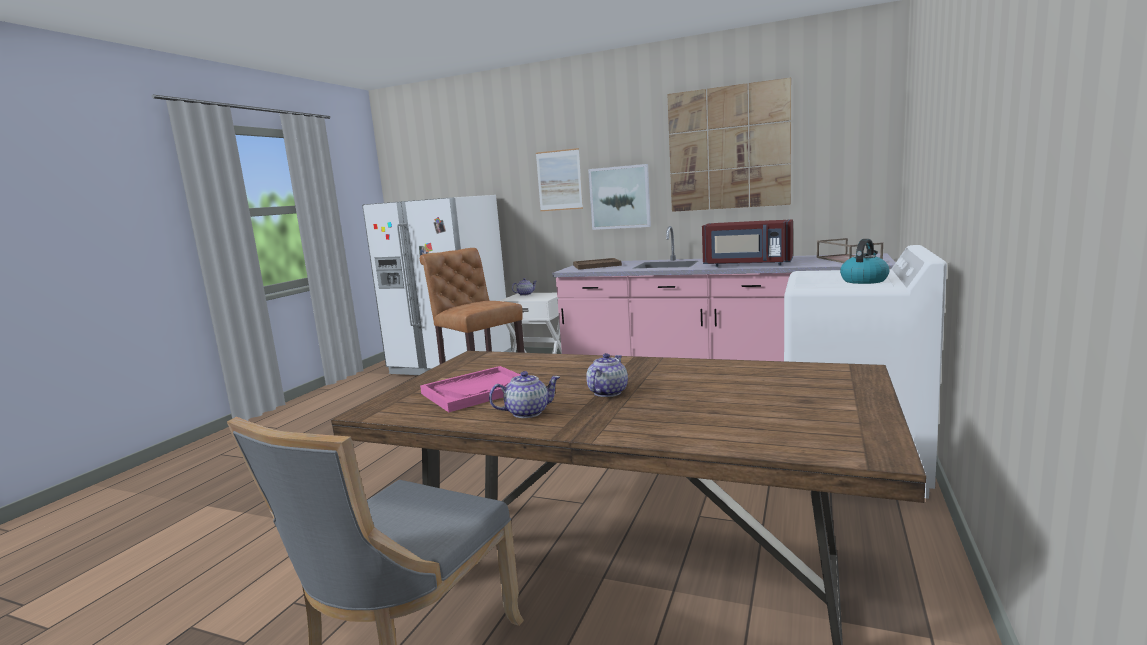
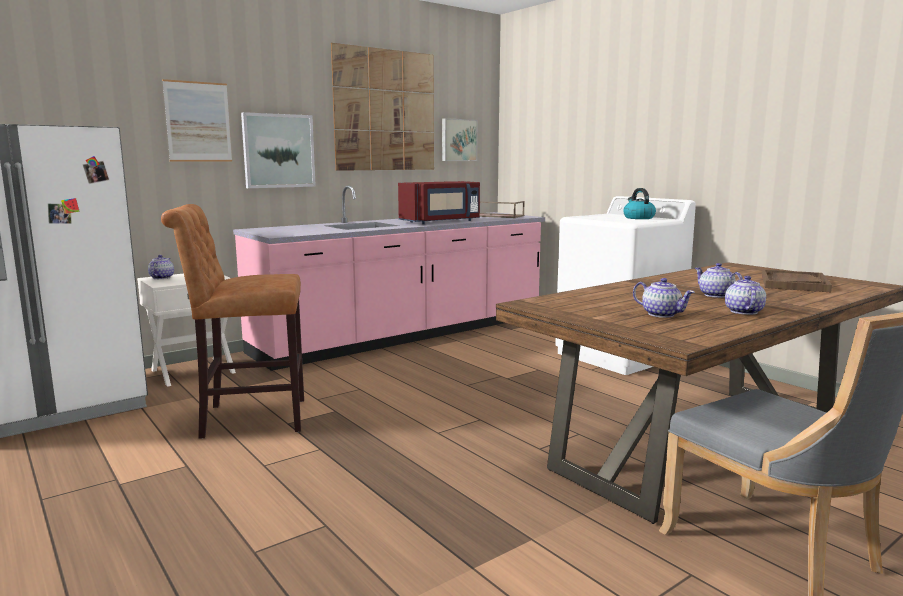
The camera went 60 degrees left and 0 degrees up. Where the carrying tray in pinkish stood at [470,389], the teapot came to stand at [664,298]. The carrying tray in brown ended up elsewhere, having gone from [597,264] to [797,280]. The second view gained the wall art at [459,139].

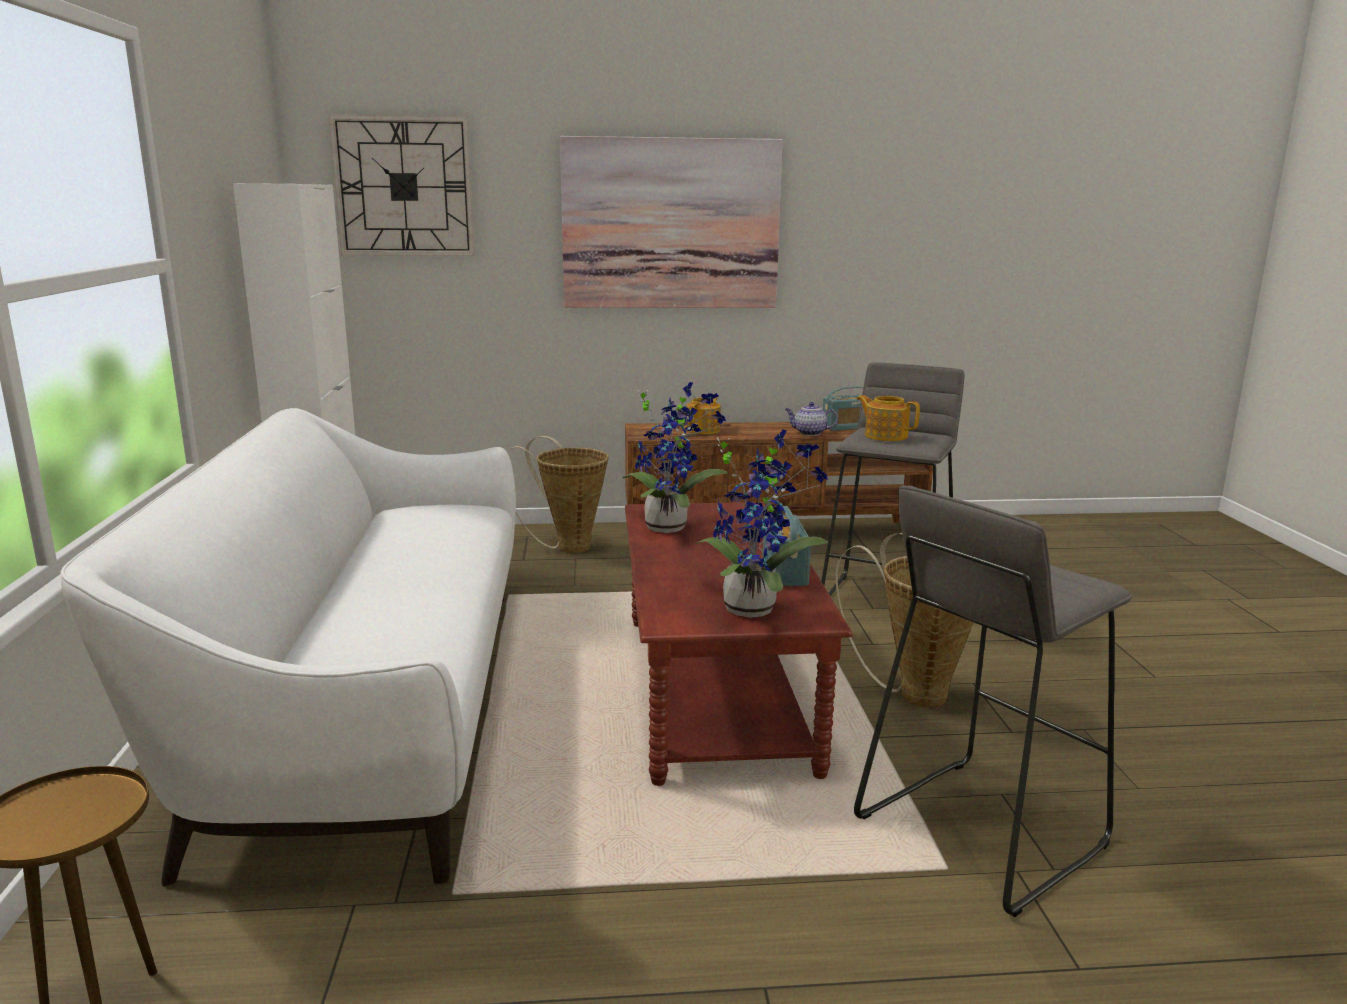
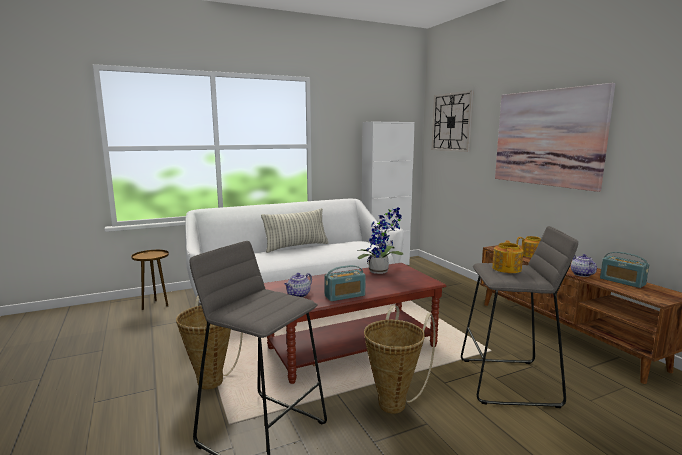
The camera went 70 degrees right and 5 degrees down. The household basket ended up elsewhere, having gone from [558,494] to [209,343]. Where the plant in a pot stood at [761,523], the teapot came to stand at [298,285]. The second view gained the throw pillow at [295,230].

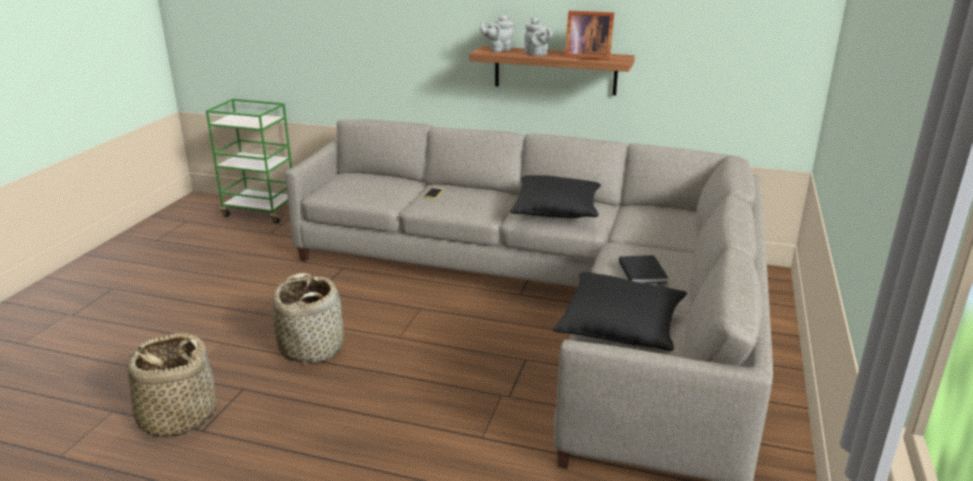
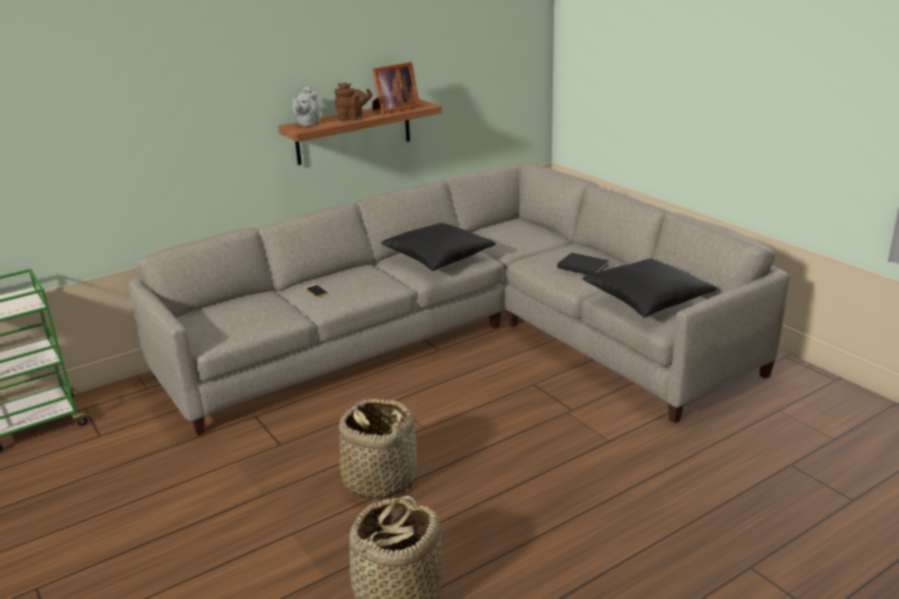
The camera went 50 degrees left and 0 degrees up. What was the teapot in greyish at [538,37] turned into the teapot in brown at [353,101].

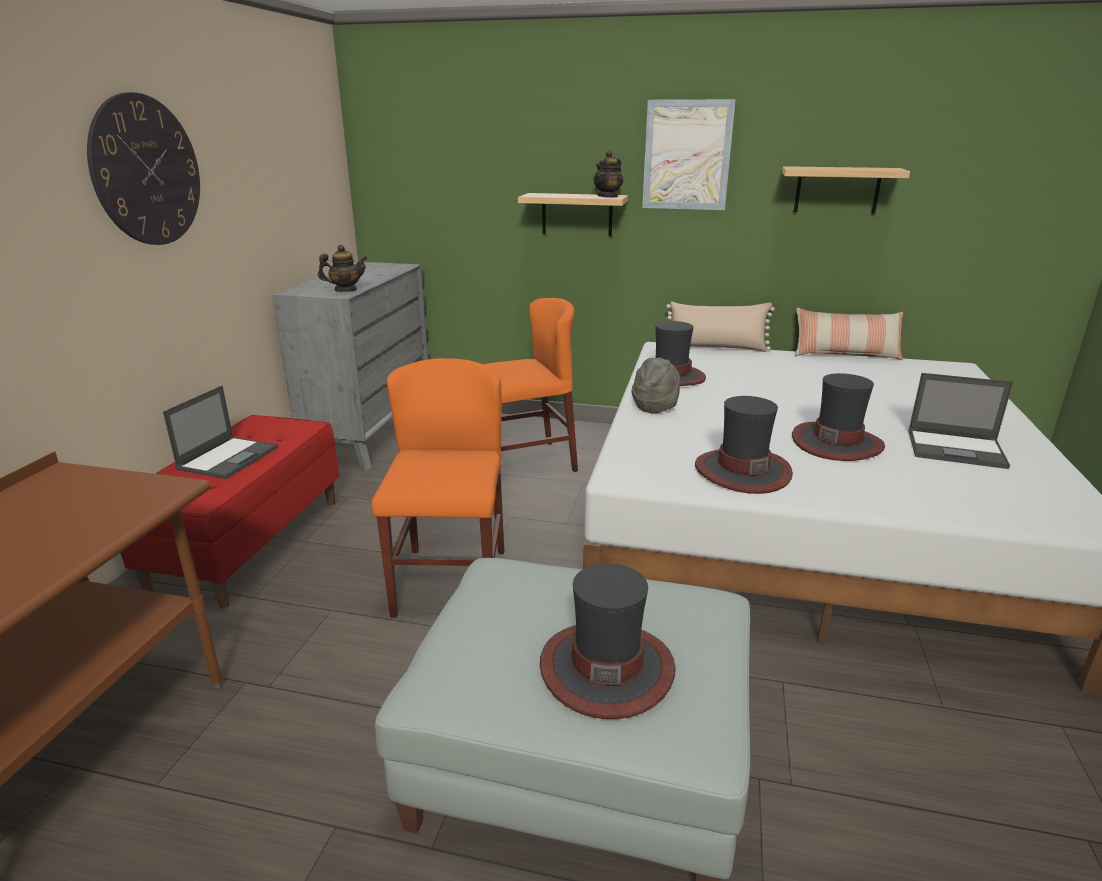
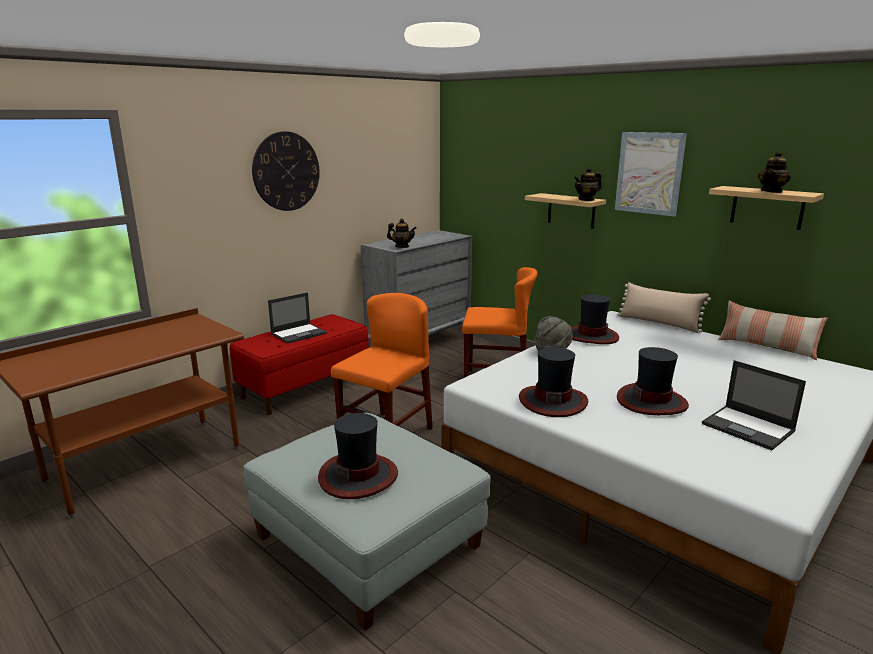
The camera went 30 degrees right and 5 degrees down. The second view gained the teapot at [774,172].

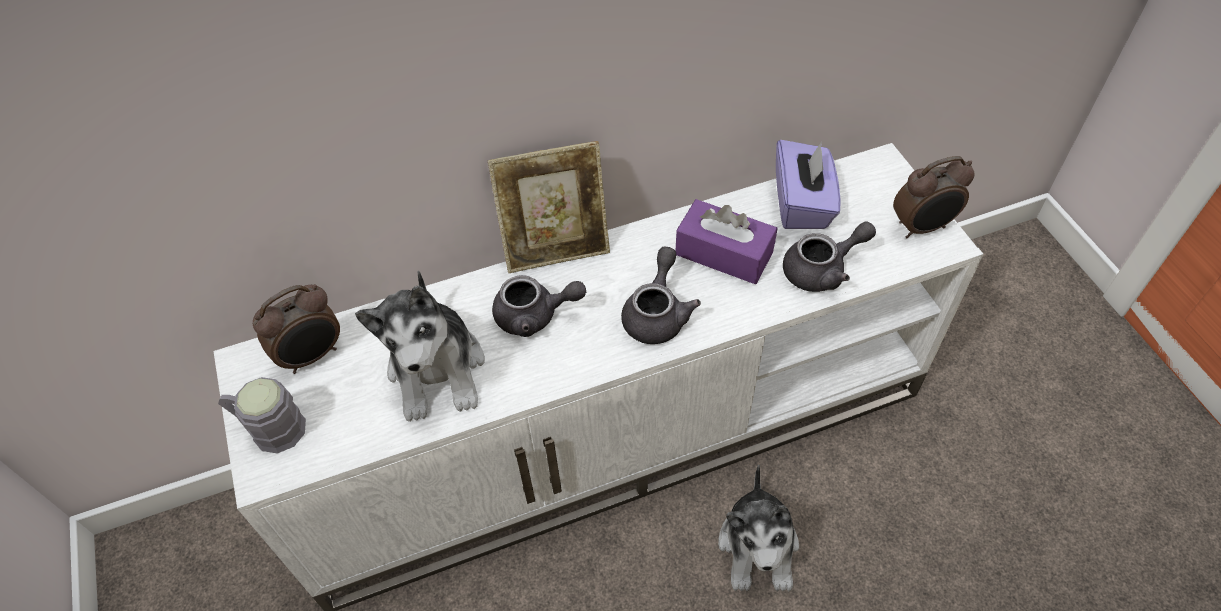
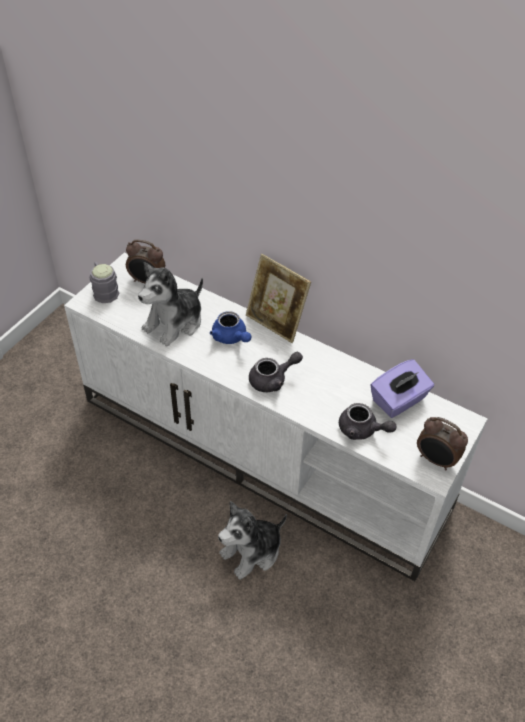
The camera went 50 degrees right and 5 degrees down. What was the teapot in greyish at [539,306] turned into the teapot in blue at [230,327]. The second view lost the tissue holder in purple at [727,241].

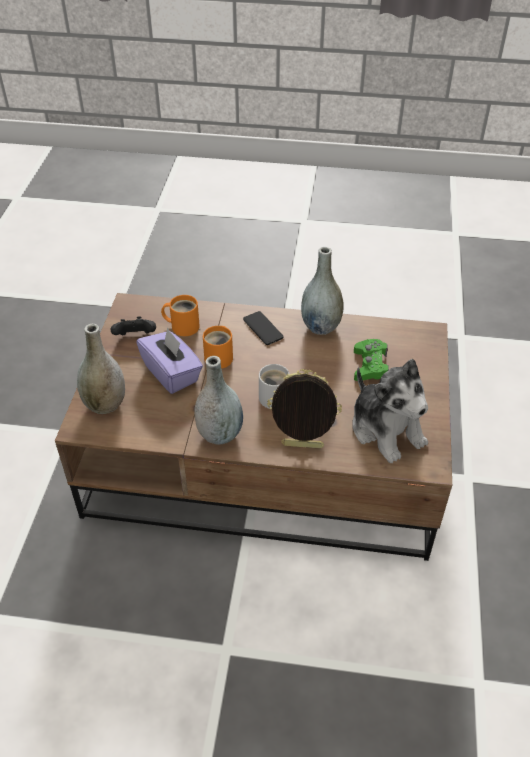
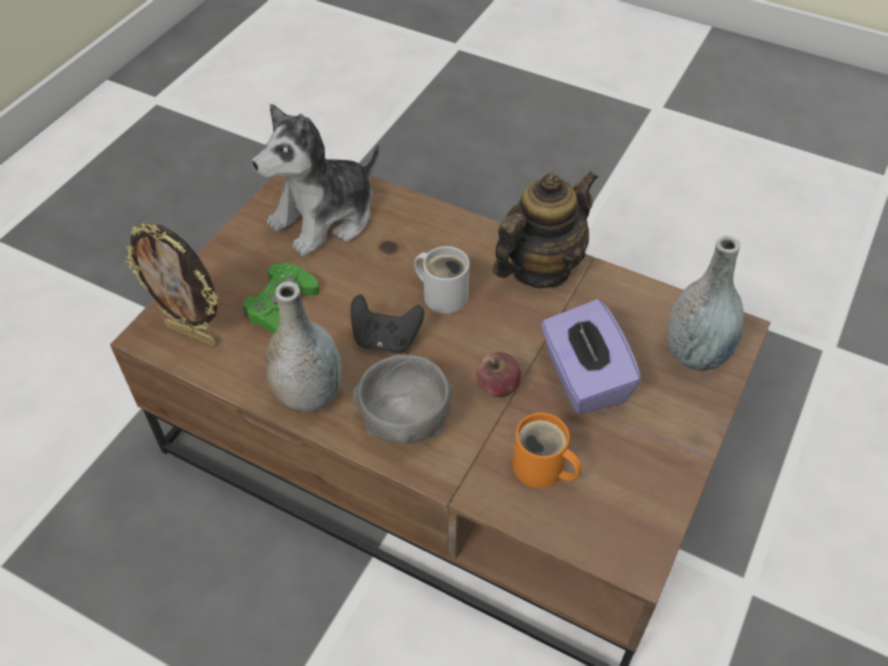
The camera went 160 degrees left and 5 degrees up. The game controller in black-coloured ended up elsewhere, having gone from [133,326] to [387,324]. Where the flower vase in greyish stood at [218,400], the teapot came to stand at [545,229]. Where the coffee mug in orange-coloured stood at [218,347], the apple fruit came to stand at [498,375]. Where the phone stood at [263,328], the serving bowl in greyish came to stand at [403,399]. The photo frame ended up elsewhere, having gone from [304,409] to [171,284]. The soft toy at [390,411] ended up facing another way, 120 degrees counterclockwise from before.

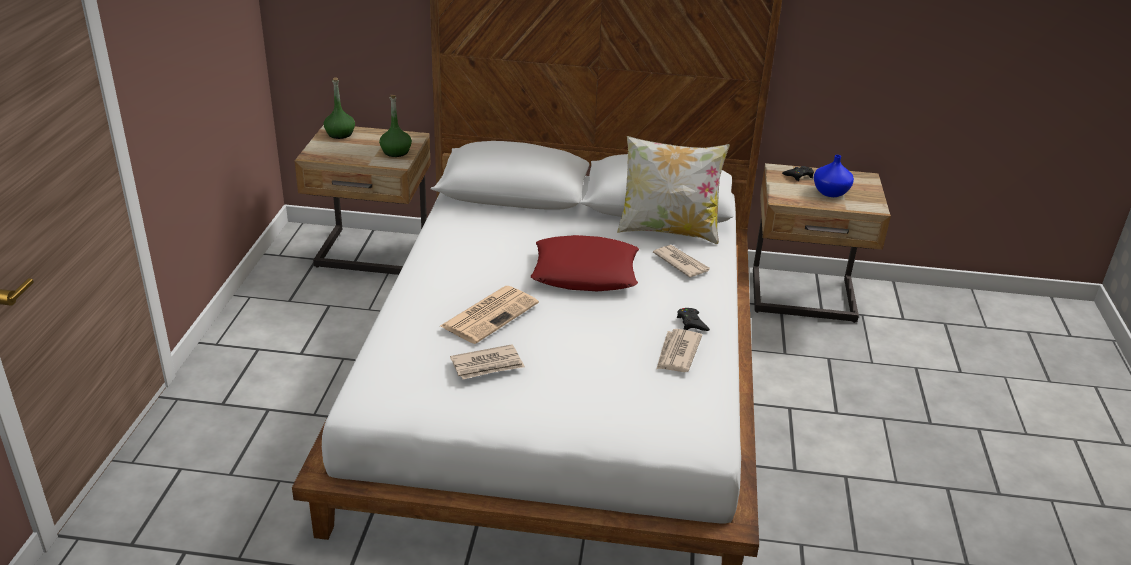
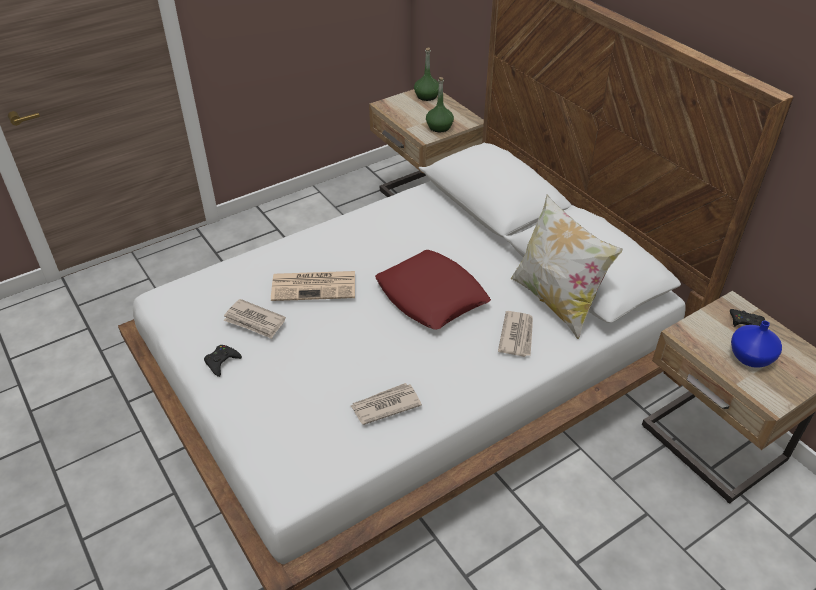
The camera went 50 degrees right and 10 degrees up. The game controller in black-coloured ended up elsewhere, having gone from [693,319] to [223,361].

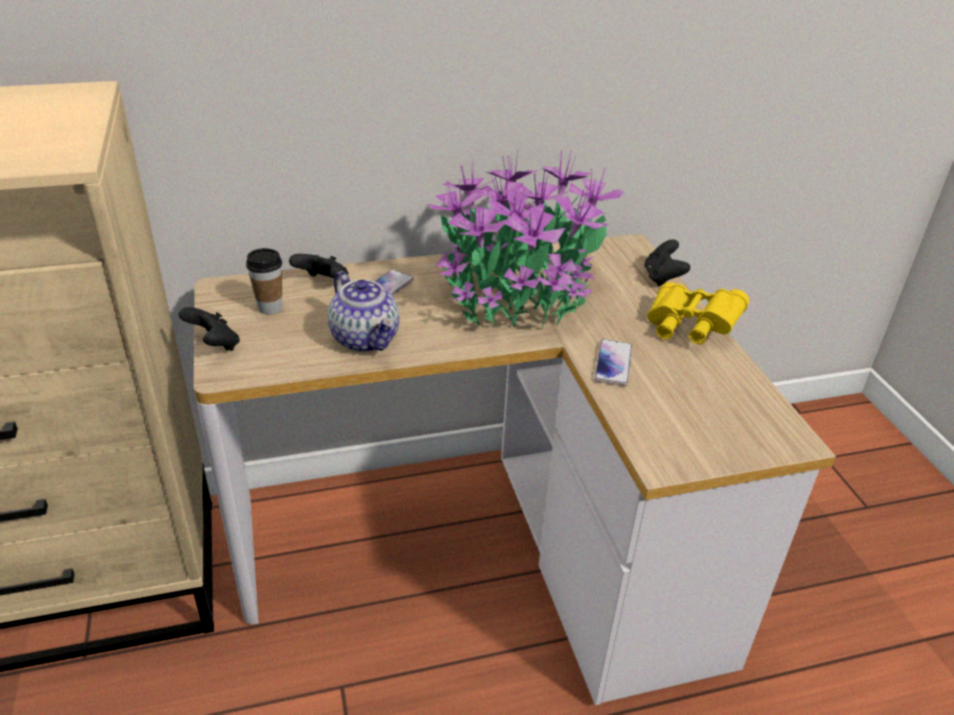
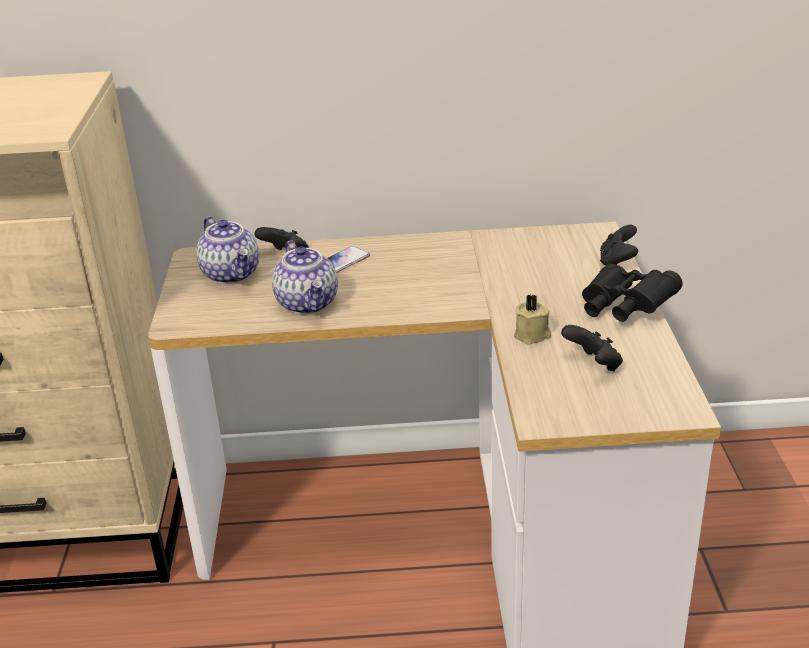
The camera went 15 degrees right and 5 degrees down. The game controller in black-coloured ended up elsewhere, having gone from [209,329] to [592,348]. Where the small cup stood at [264,281], the teapot came to stand at [227,250]. The second view lost the plant in a pot at [526,239]. Where the phone stood at [613,362], the wax candle in beige-coloured came to stand at [532,319]. What was the pair of binoculars in yellowish at [698,313] turned into the pair of binoculars in black-coloured at [632,293].

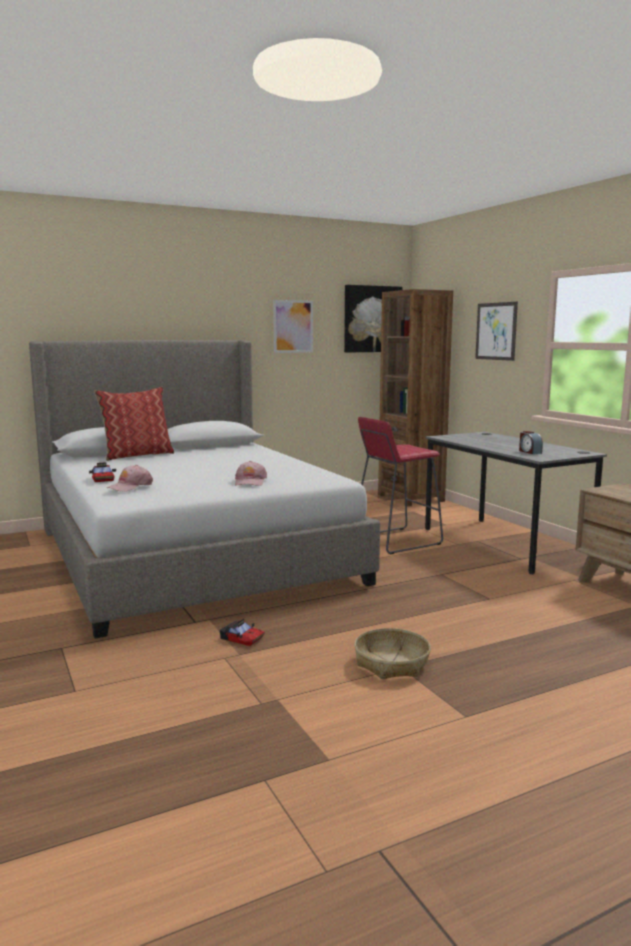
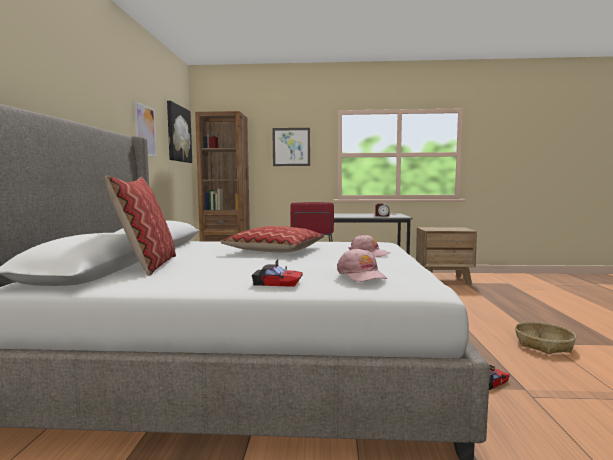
The camera went 60 degrees left and 5 degrees down. The second view gained the throw pillow at [272,239].

